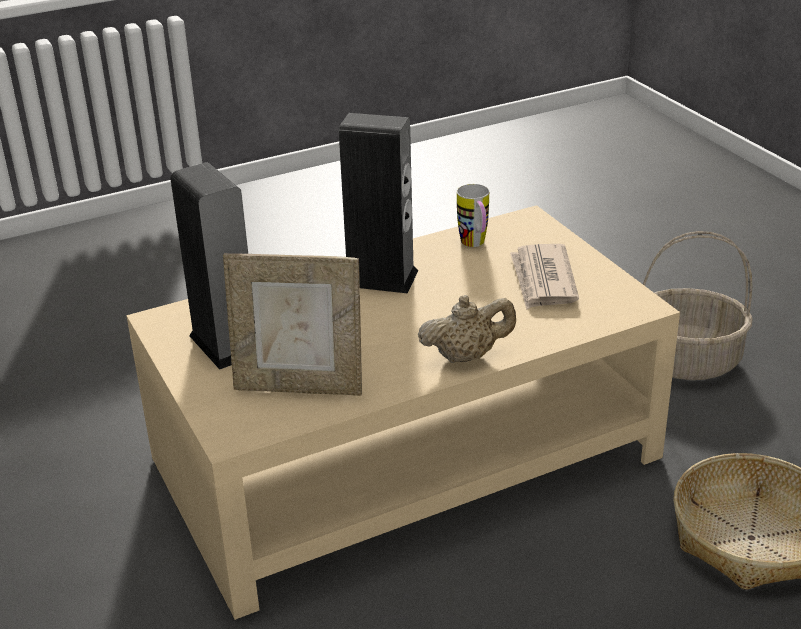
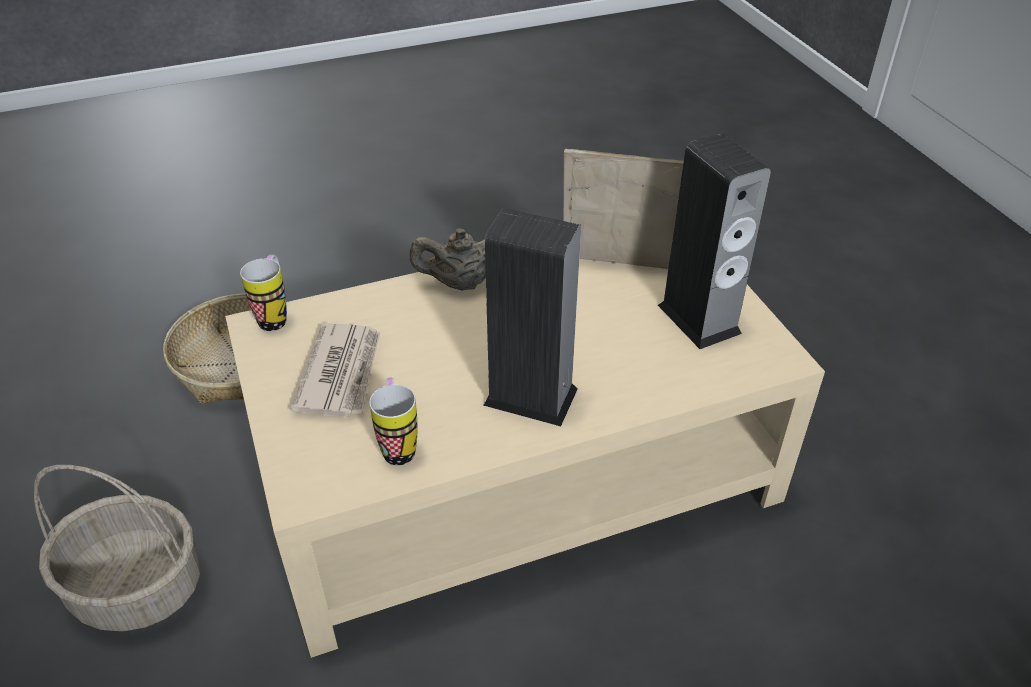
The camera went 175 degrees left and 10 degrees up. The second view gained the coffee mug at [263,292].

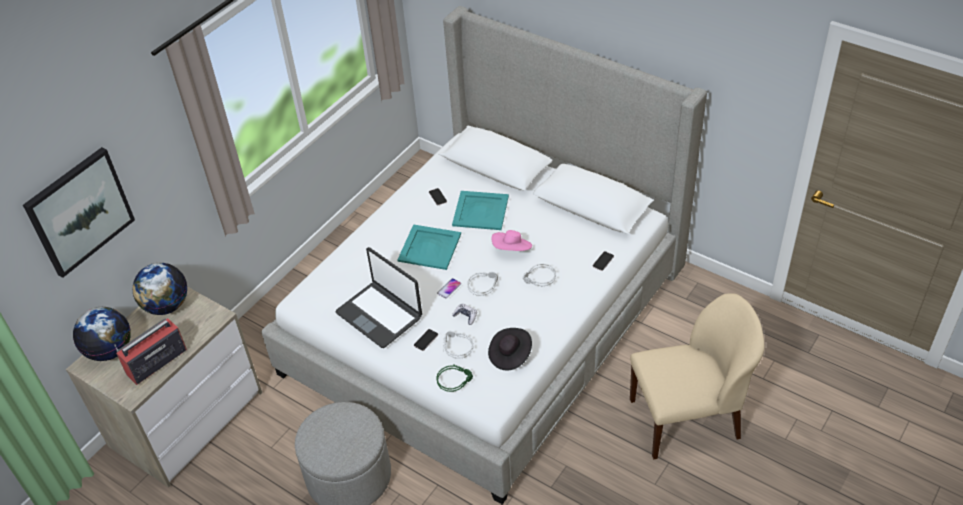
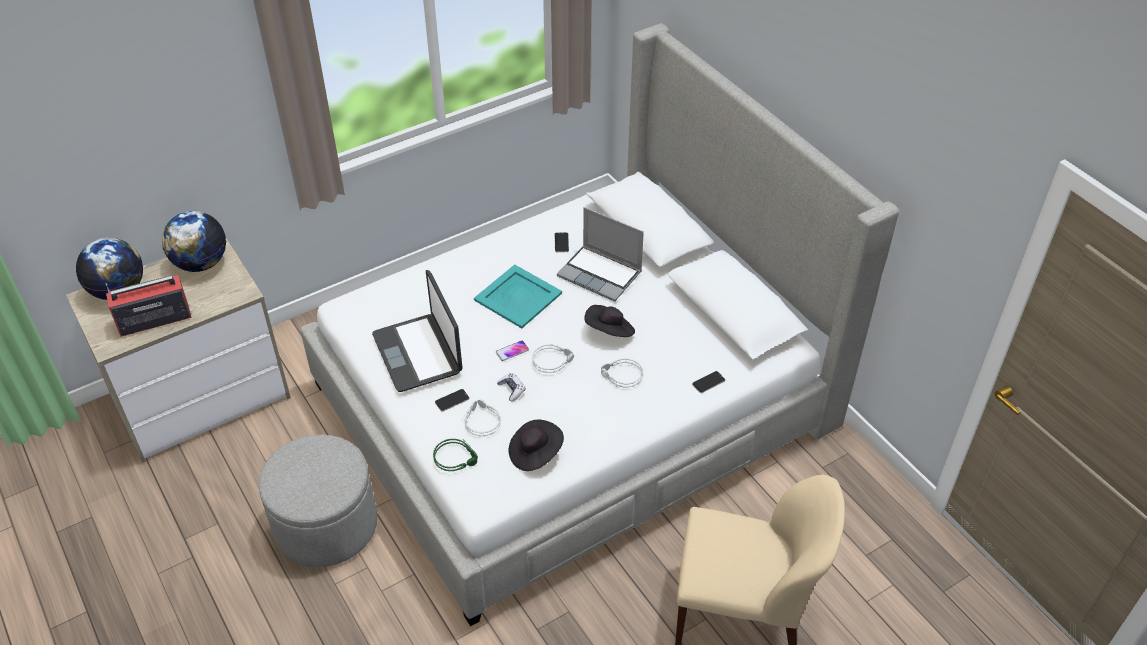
The camera went 20 degrees right and 0 degrees up. The second view lost the wall art at [79,212]. Where the carrying tray in blue-green stood at [480,210], the portable computer came to stand at [600,254]. What was the hat in pinkish at [511,240] turned into the hat in black-coloured at [609,321].

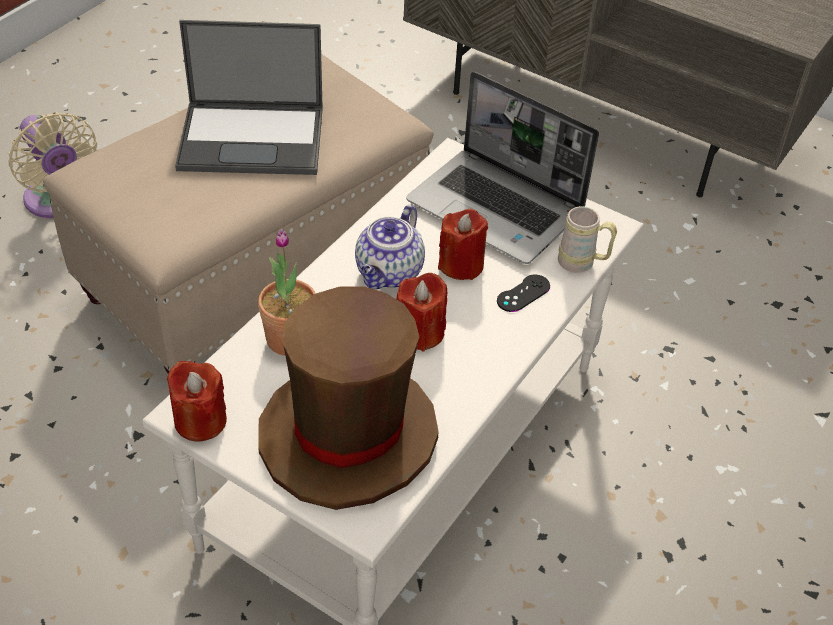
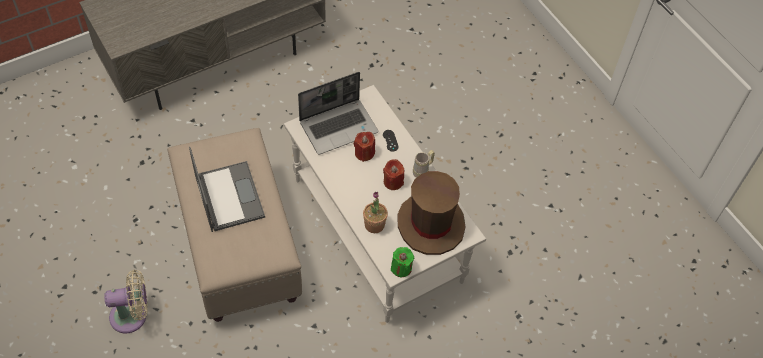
The camera went 65 degrees left and 10 degrees up. What was the wax candle in red-coloured at [196,401] turned into the wax candle in green at [403,262]. The portable computer at [249,97] ended up facing another way, 45 degrees counterclockwise from before. The second view lost the teapot at [390,247]. The coffee mug in beige-coloured ended up elsewhere, having gone from [587,239] to [424,164].

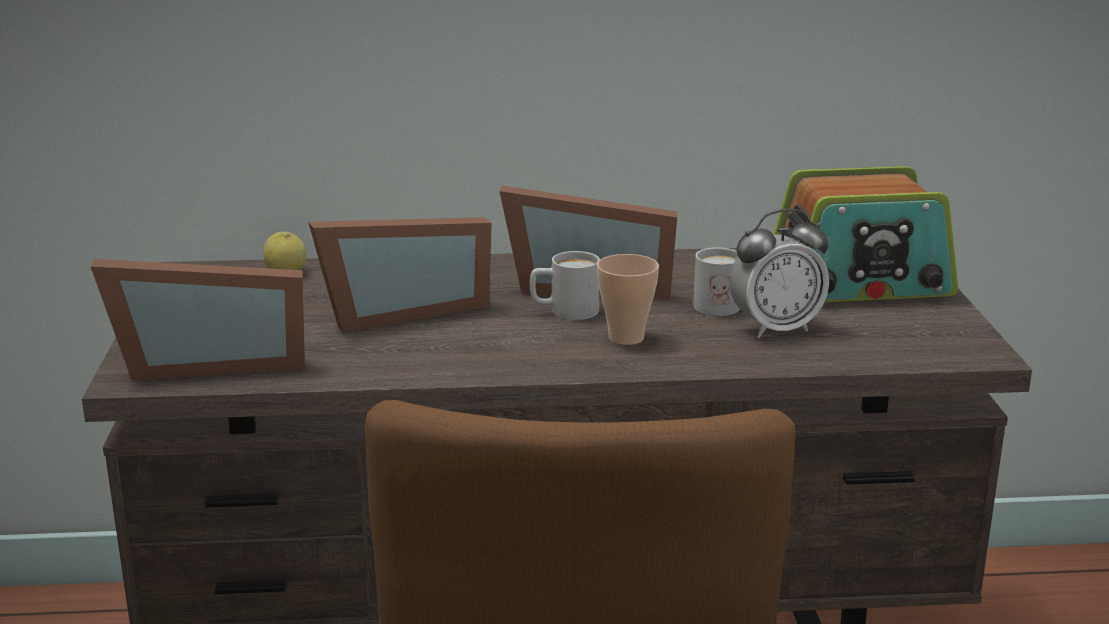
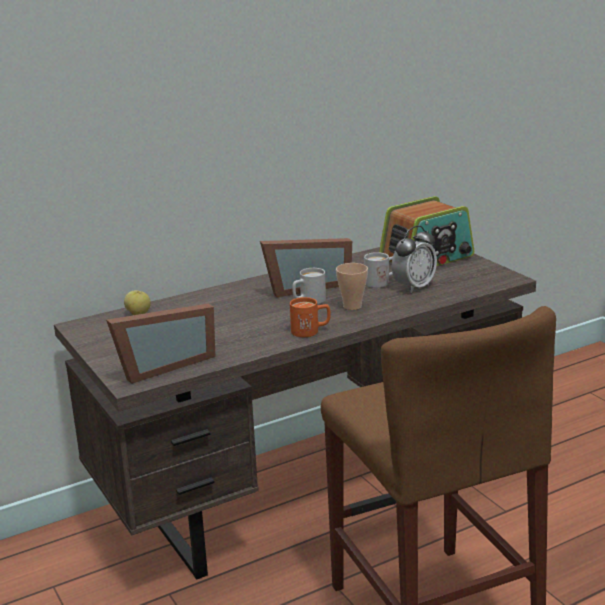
The camera went 25 degrees left and 0 degrees up. The second view lost the photo frame at [400,275]. The second view gained the coffee mug in orange-coloured at [310,317].

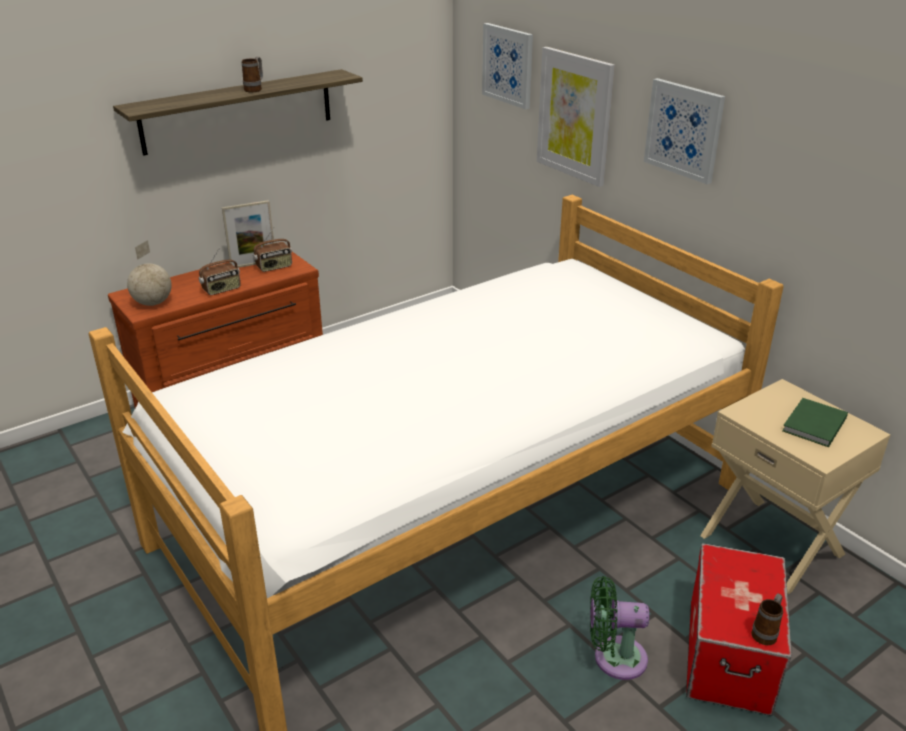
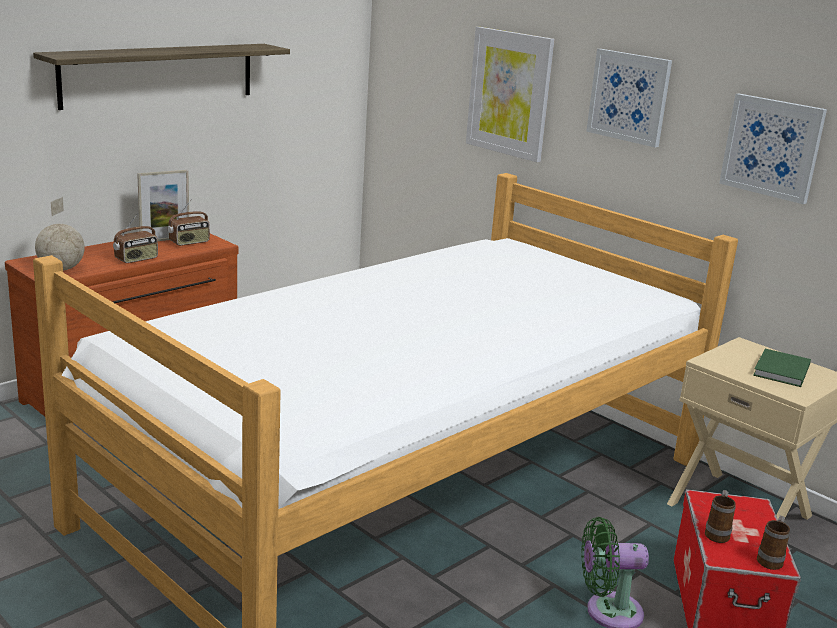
The camera went 10 degrees left and 10 degrees down. The coffee mug ended up elsewhere, having gone from [252,74] to [720,516]. The wall art ended up elsewhere, having gone from [507,66] to [773,149].

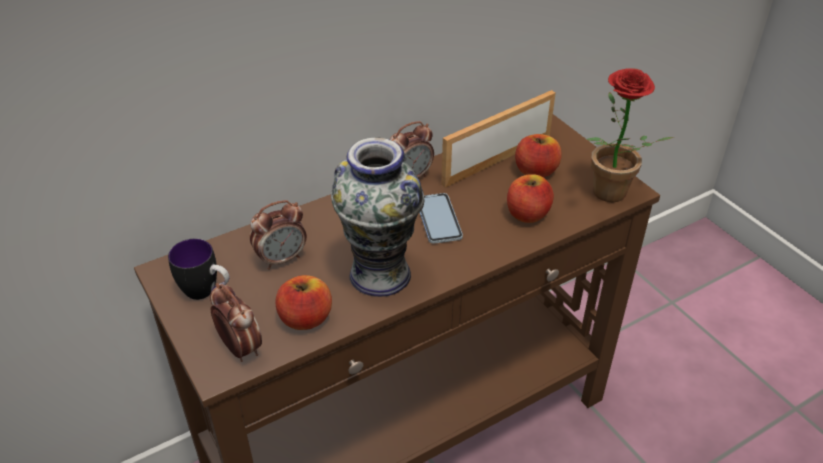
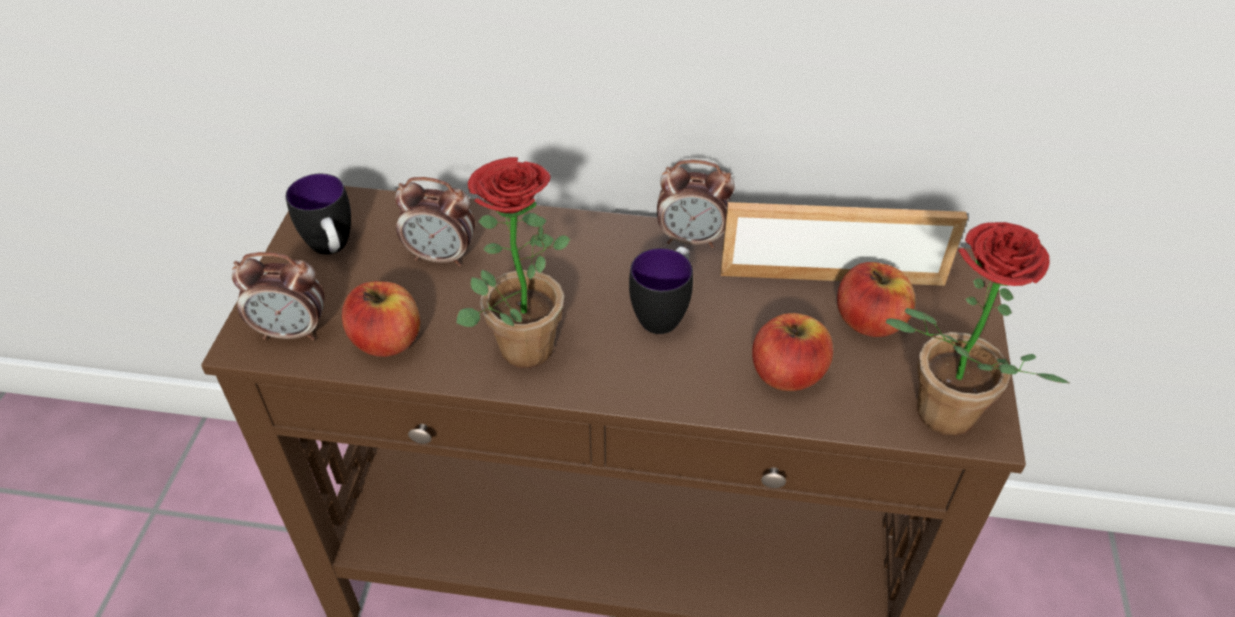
The camera went 40 degrees right and 5 degrees up. The alarm clock at [236,322] ended up facing another way, 90 degrees clockwise from before. Where the flower vase stood at [377,217], the plant in a pot came to stand at [513,262]. Where the phone stood at [441,218], the coffee mug came to stand at [661,290].

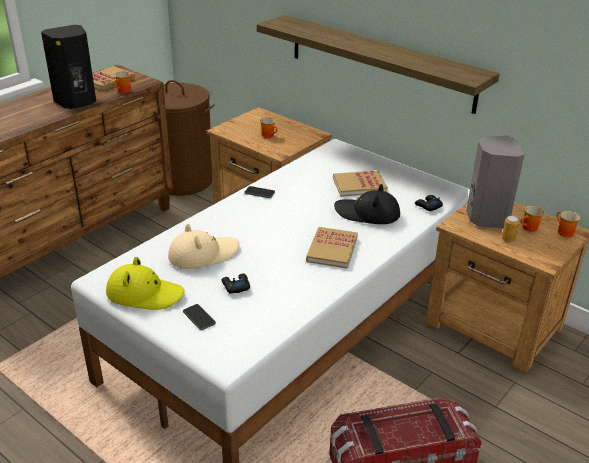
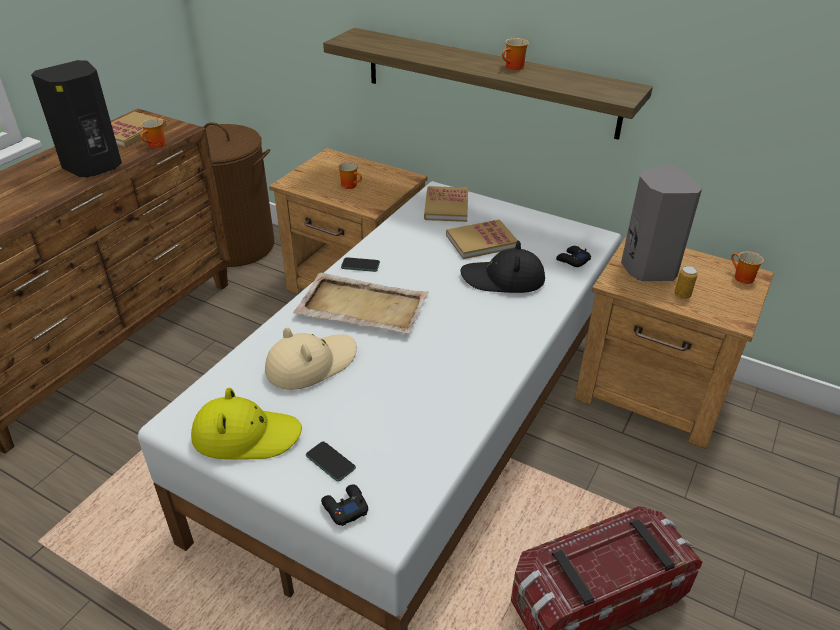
The camera went 10 degrees left and 5 degrees up. The game controller in black-coloured ended up elsewhere, having gone from [236,283] to [344,505]. The volume ended up elsewhere, having gone from [332,248] to [446,204]. The coffee mug ended up elsewhere, having gone from [532,218] to [515,54]. The second view gained the carrying tray in beige-coloured at [361,302].

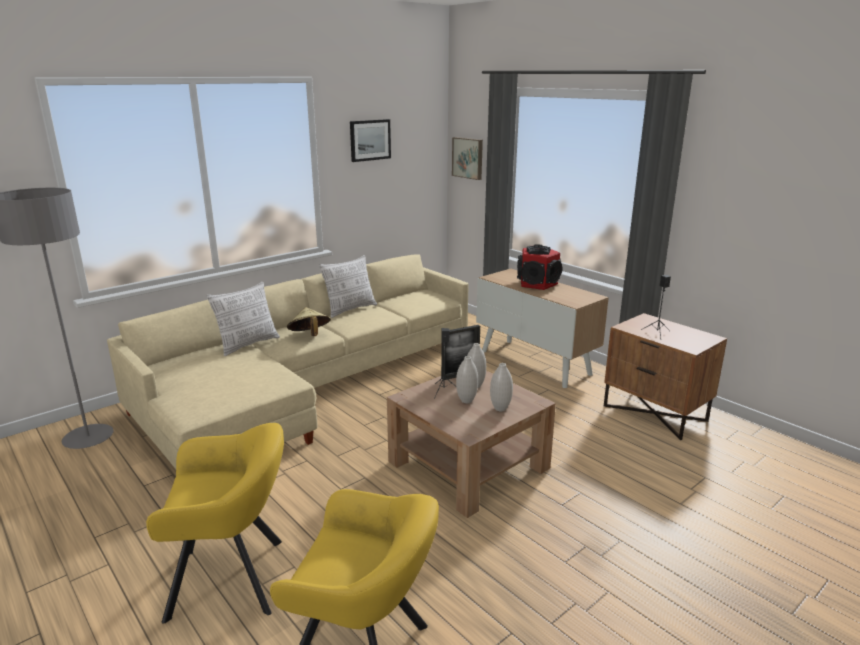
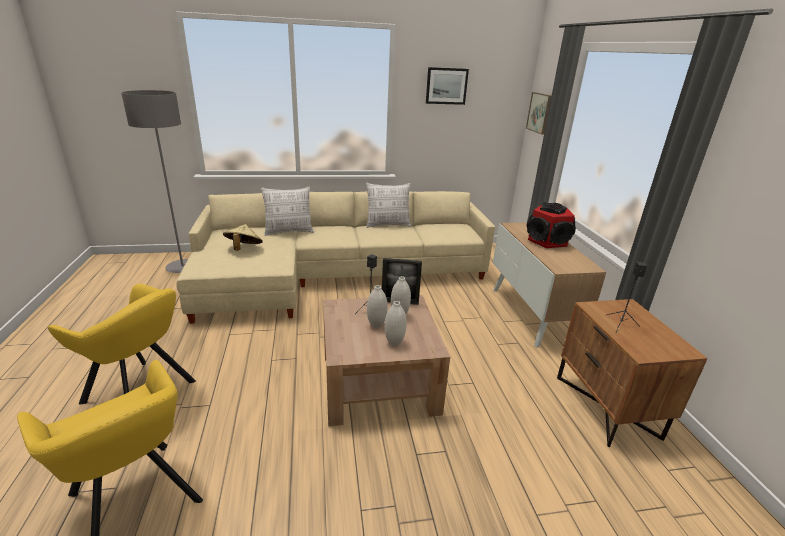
The camera went 30 degrees right and 5 degrees up. The hat in beige-coloured ended up elsewhere, having gone from [309,321] to [243,237].

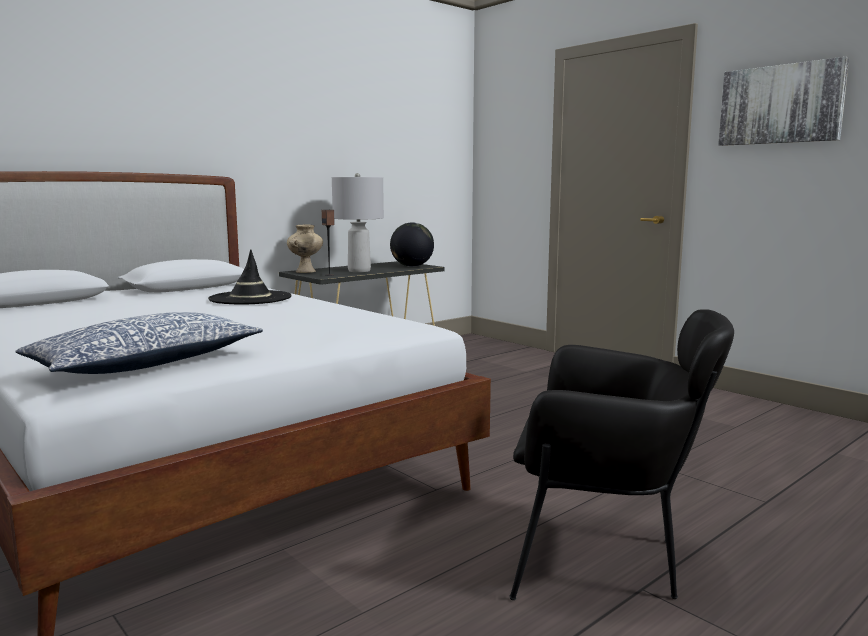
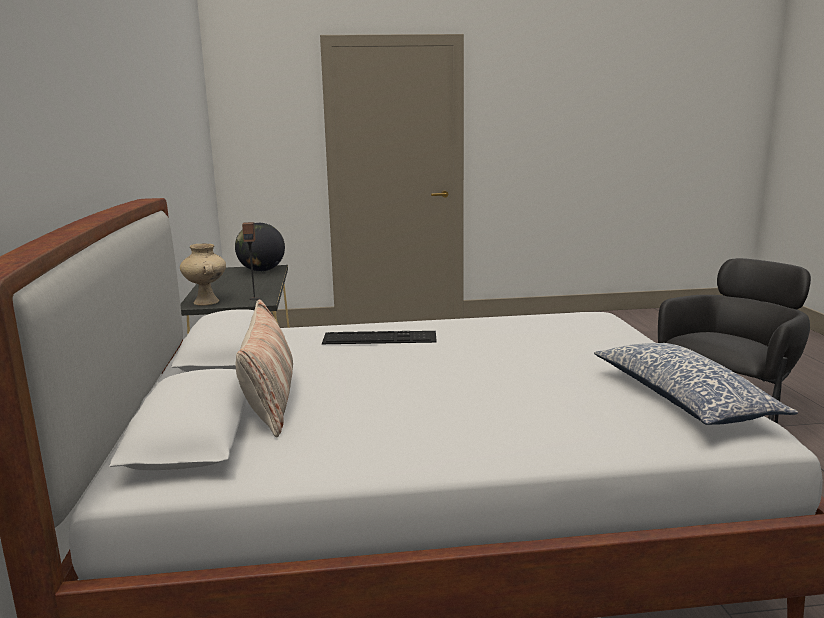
The camera went 55 degrees left and 5 degrees up. Where the hat in black-coloured stood at [250,277], the PC keyboard came to stand at [379,337]. The second view lost the table lamp in greyish at [358,222]. The second view lost the wall art at [783,101]. The second view gained the throw pillow at [264,368].

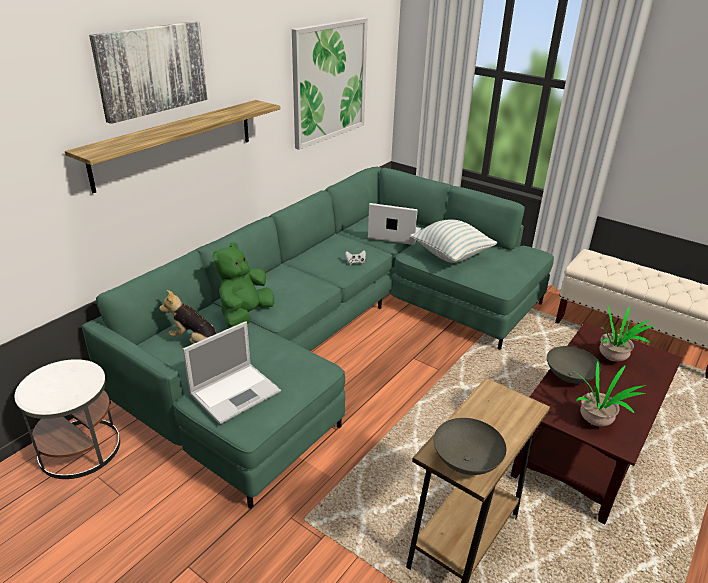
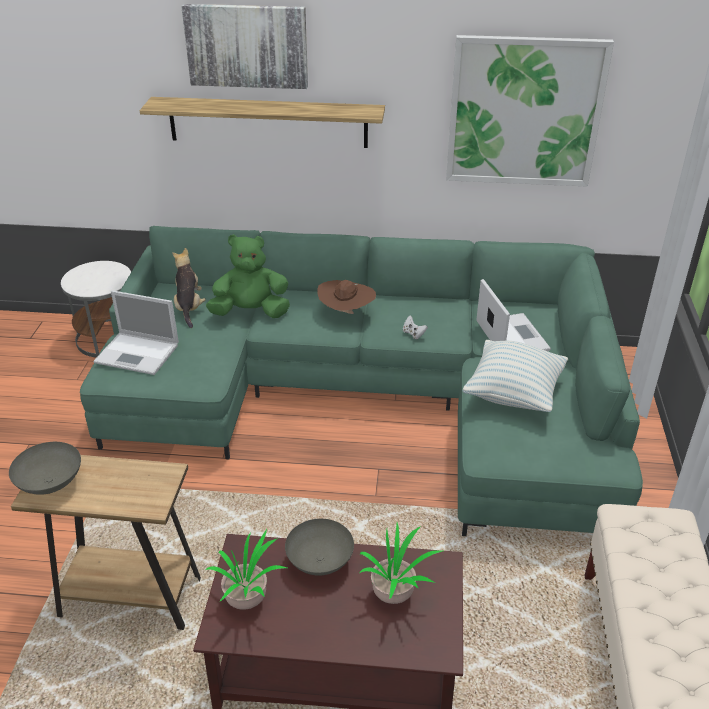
The camera went 60 degrees right and 5 degrees up. The second view gained the hat in brown at [346,297].

